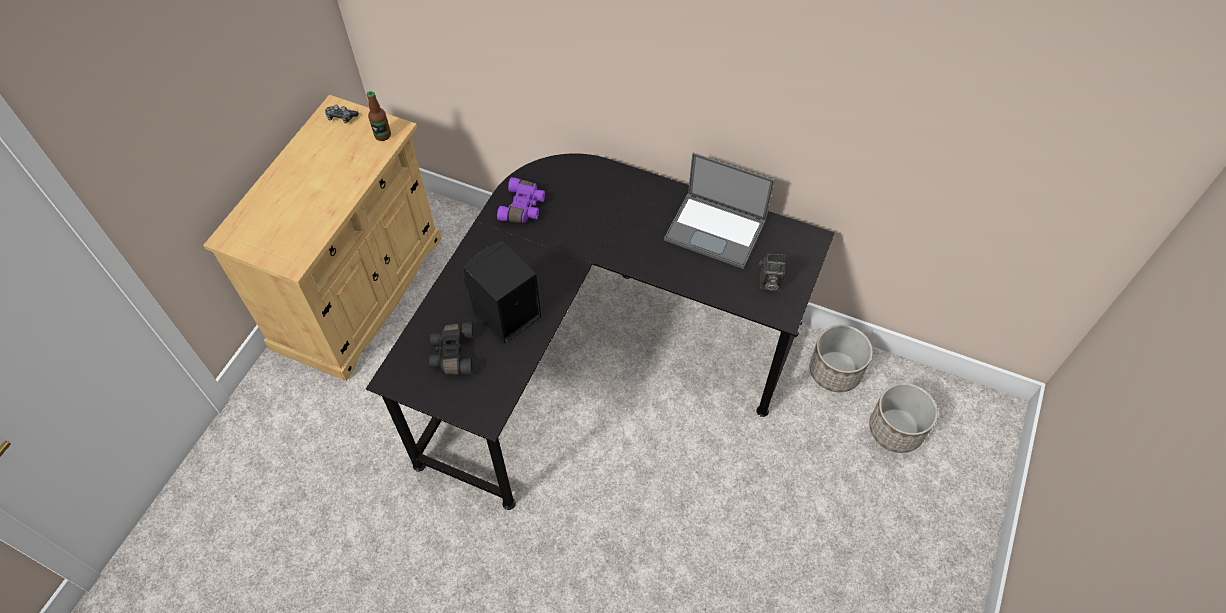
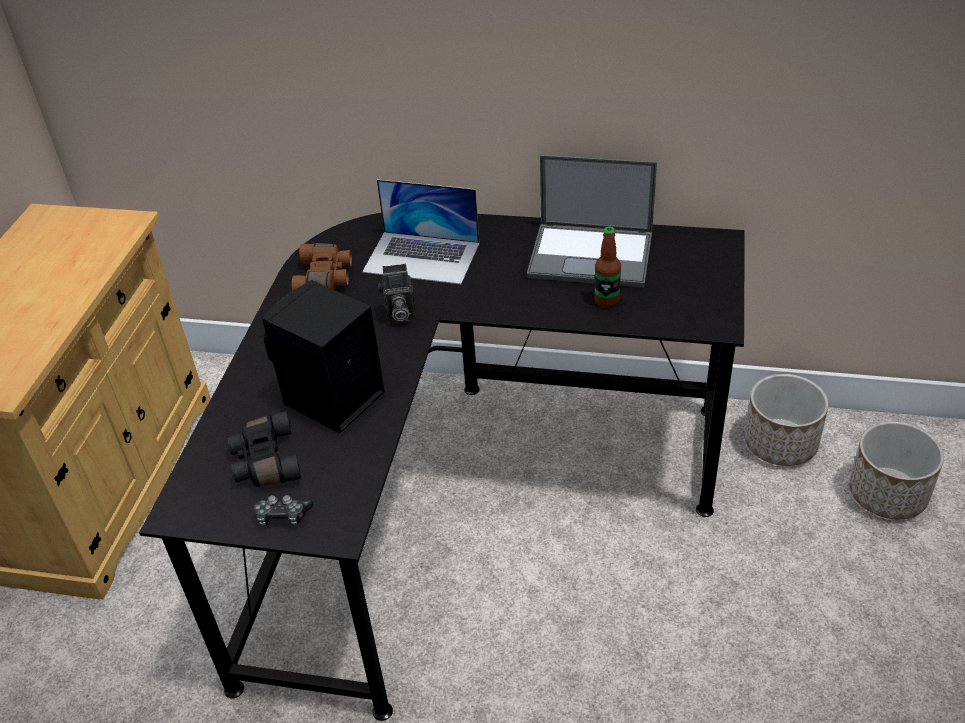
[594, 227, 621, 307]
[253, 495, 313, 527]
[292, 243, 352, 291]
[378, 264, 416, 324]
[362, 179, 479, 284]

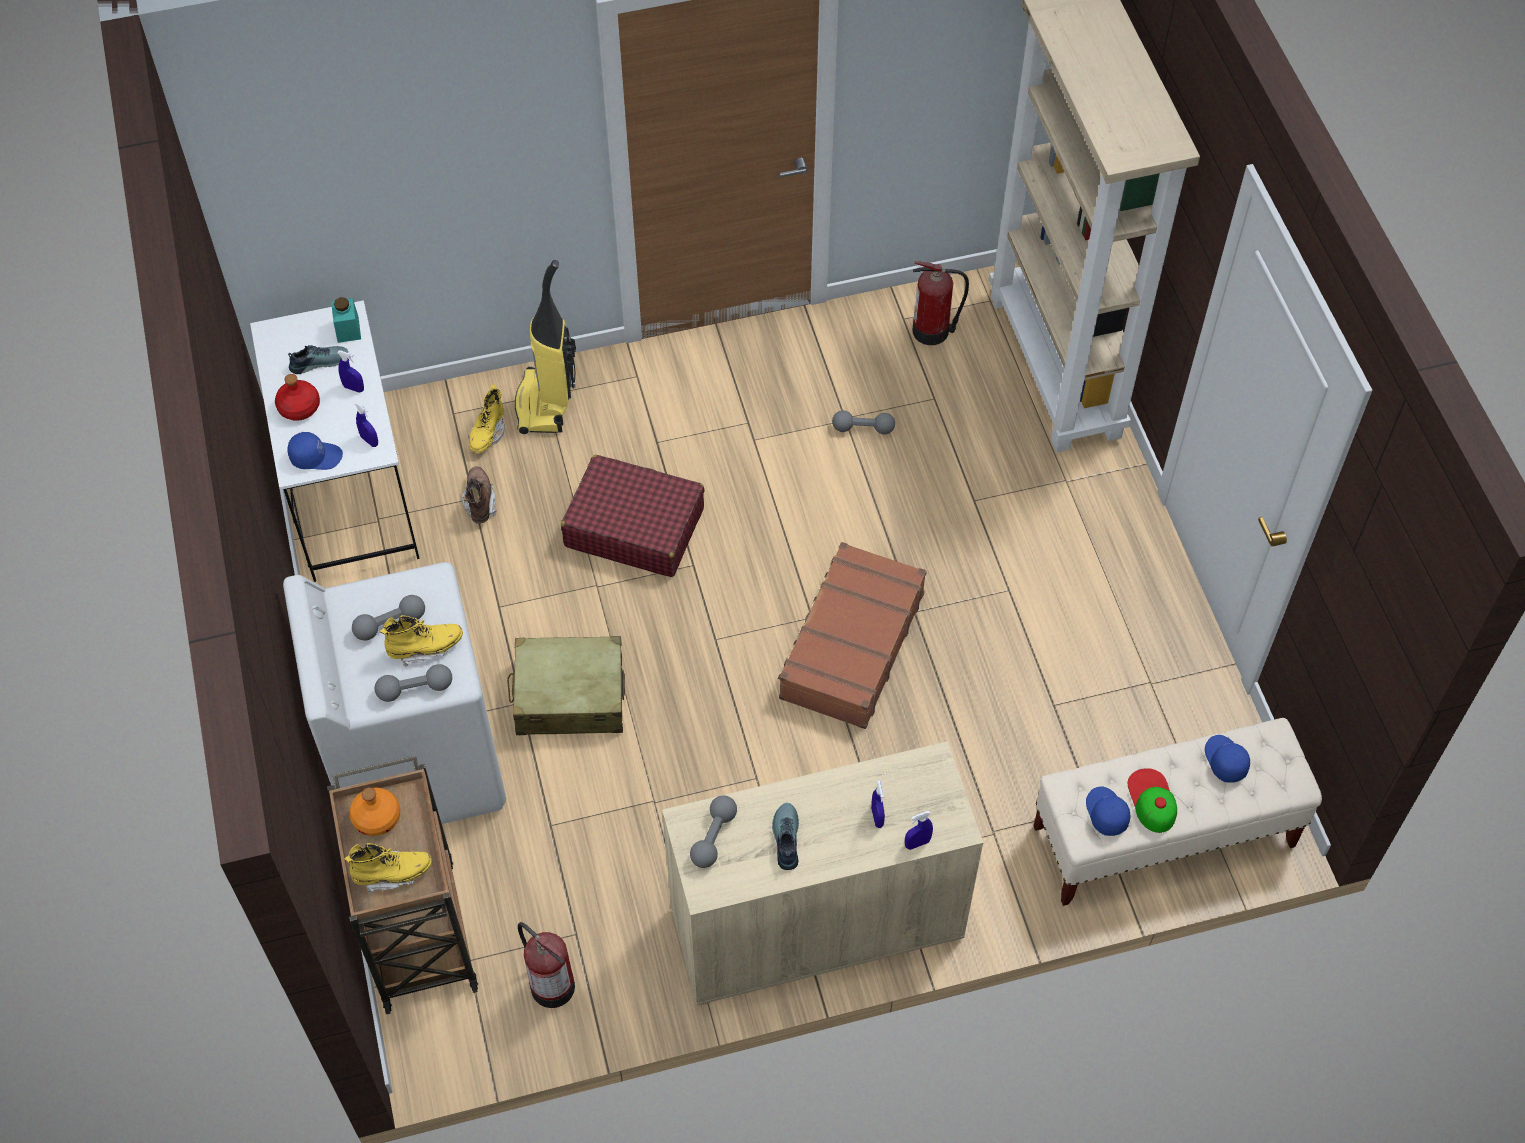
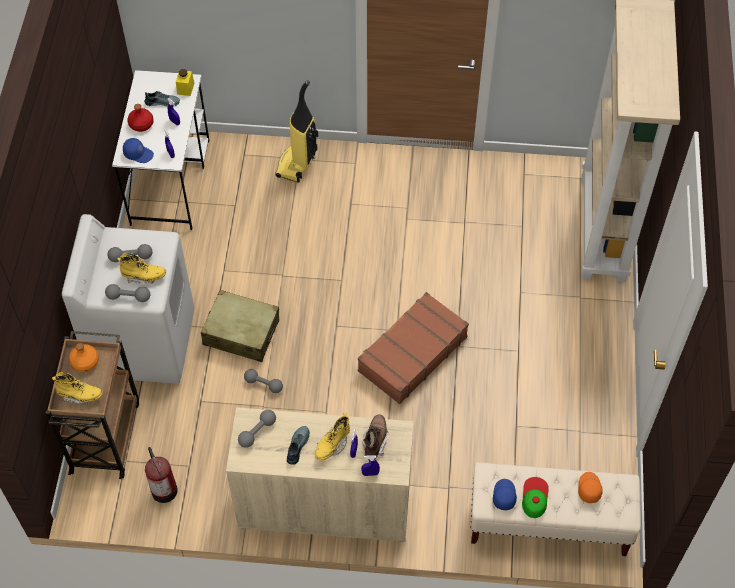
[912, 261, 969, 345] (first image)
[176, 69, 194, 96]
[315, 413, 350, 461]
[244, 369, 283, 393]
[561, 455, 705, 577] (first image)
[362, 414, 388, 459]
[578, 472, 603, 503]

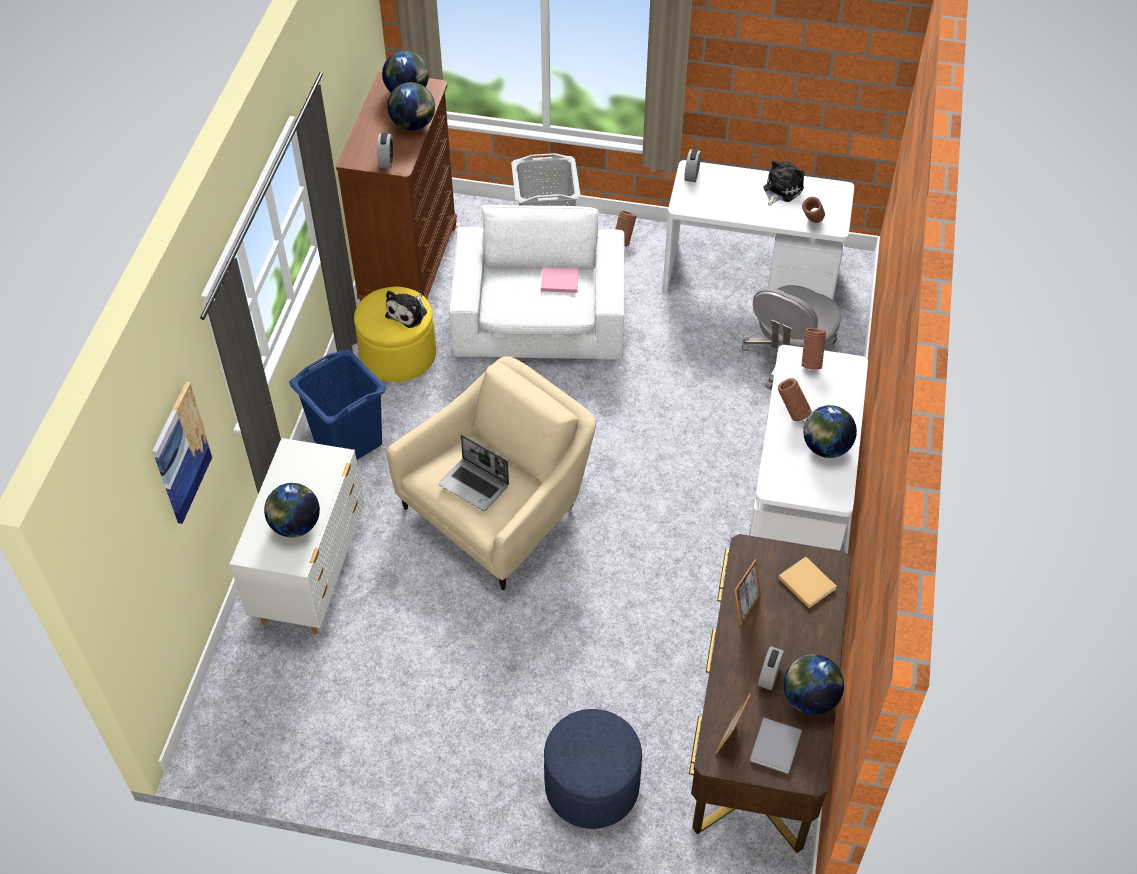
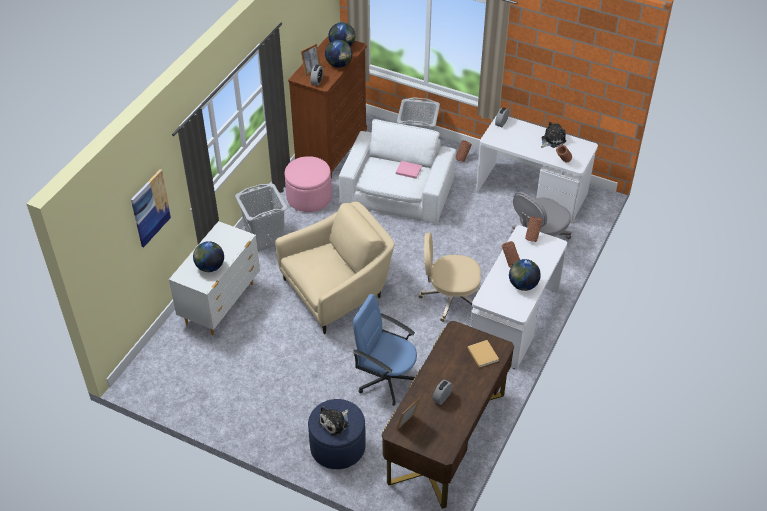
[284, 156, 332, 212]
[318, 407, 348, 436]
[235, 183, 287, 251]
[439, 434, 509, 511] (first image)
[300, 43, 321, 76]
[784, 655, 844, 715] (first image)
[750, 717, 802, 774] (first image)
[418, 233, 481, 322]
[353, 294, 417, 406]

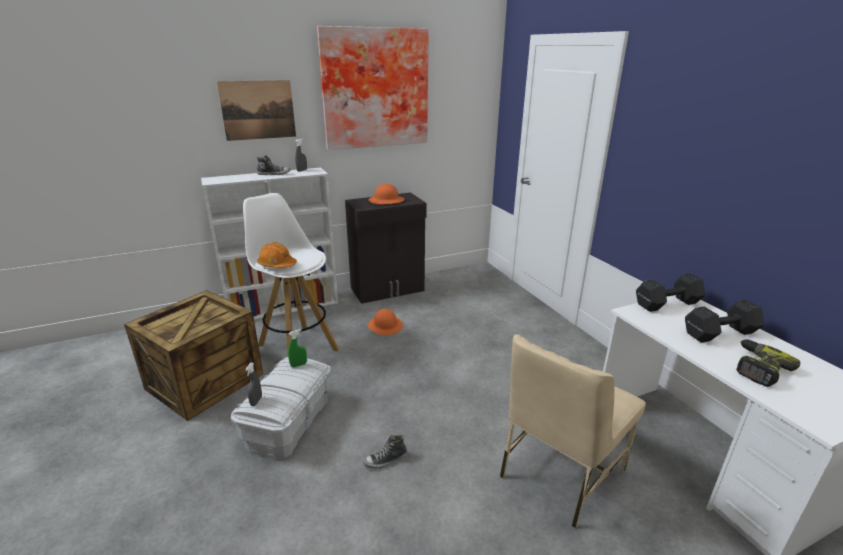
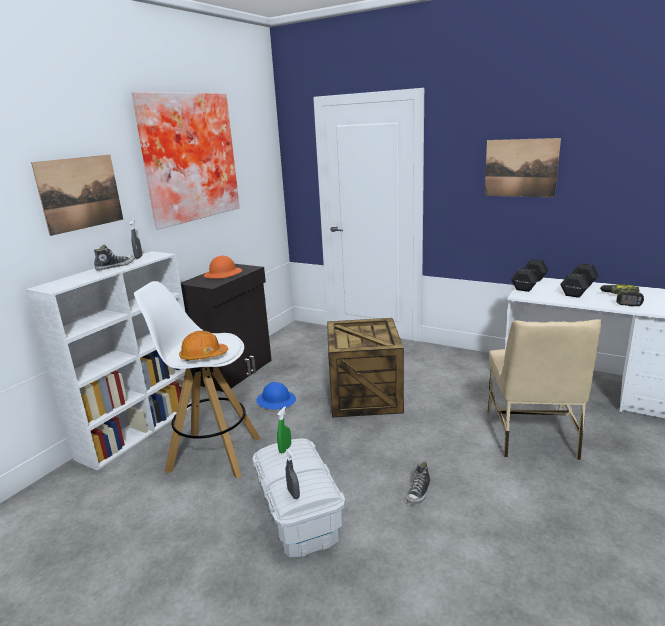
[327, 318, 404, 417]
[257, 382, 296, 410]
[484, 138, 561, 197]

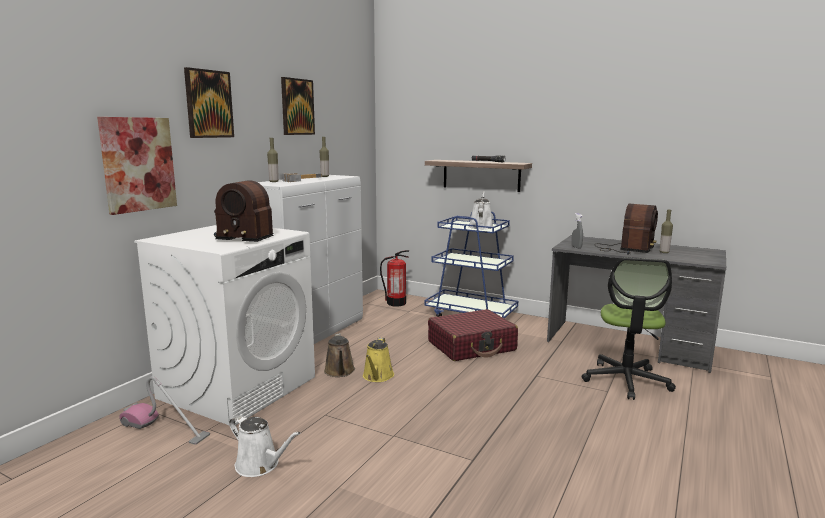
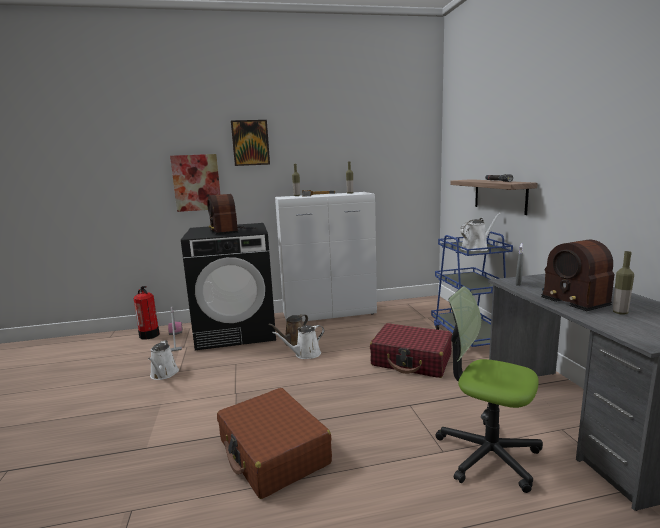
[281, 77, 315, 135] (first image)
[541, 240, 615, 311]
[181, 223, 276, 350]
[133, 286, 160, 340]
[436, 287, 543, 493]
[272, 325, 324, 359]
[217, 388, 332, 499]

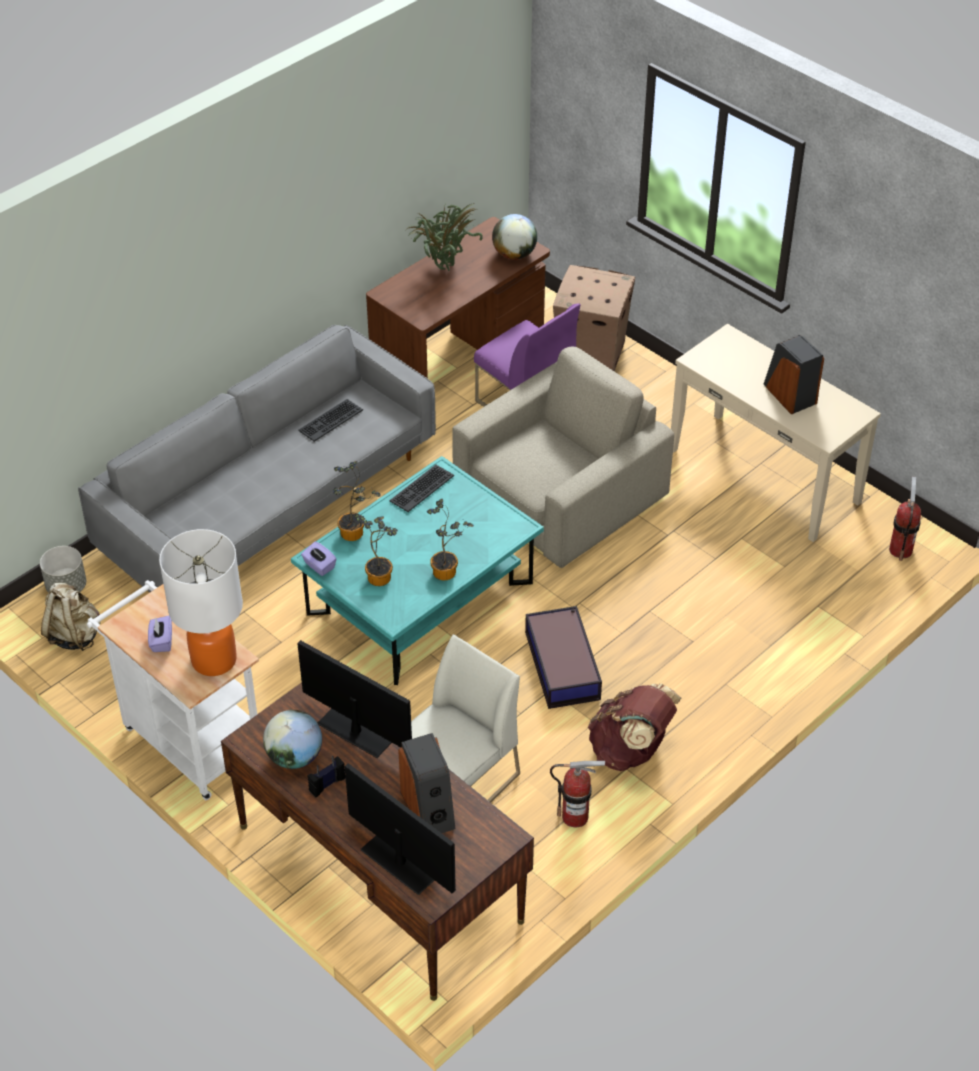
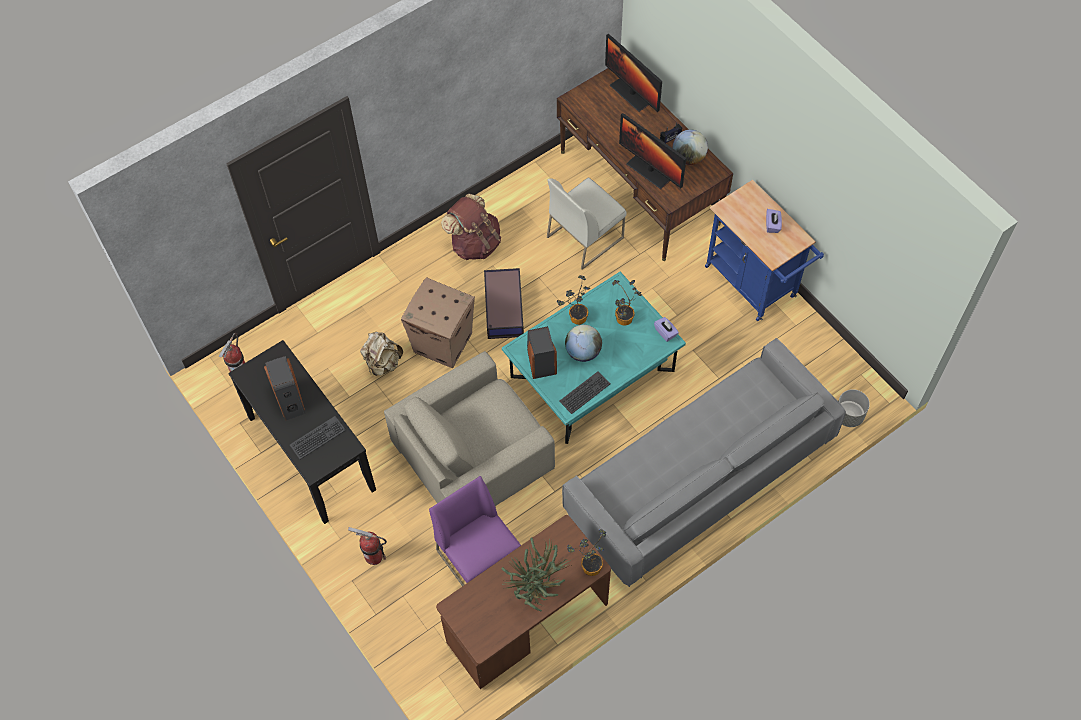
[565, 325, 602, 362]
[401, 277, 475, 368]
[228, 340, 376, 524]
[290, 416, 346, 460]
[567, 529, 606, 576]
[159, 529, 243, 676] (first image)
[705, 180, 824, 321]
[360, 332, 403, 376]
[527, 326, 557, 379]
[348, 527, 387, 565]

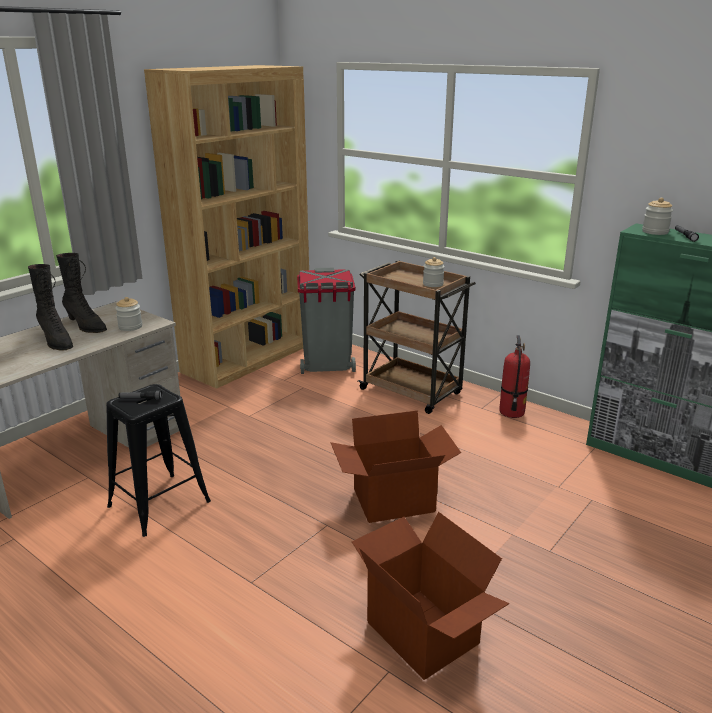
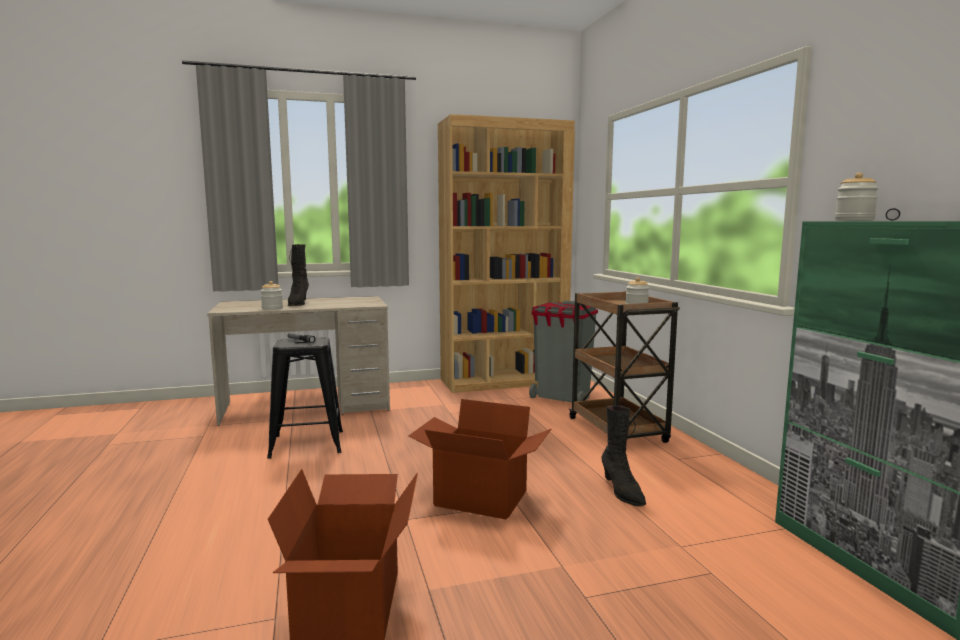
[602, 405, 646, 507]
[261, 281, 283, 310]
[499, 335, 530, 418] (first image)

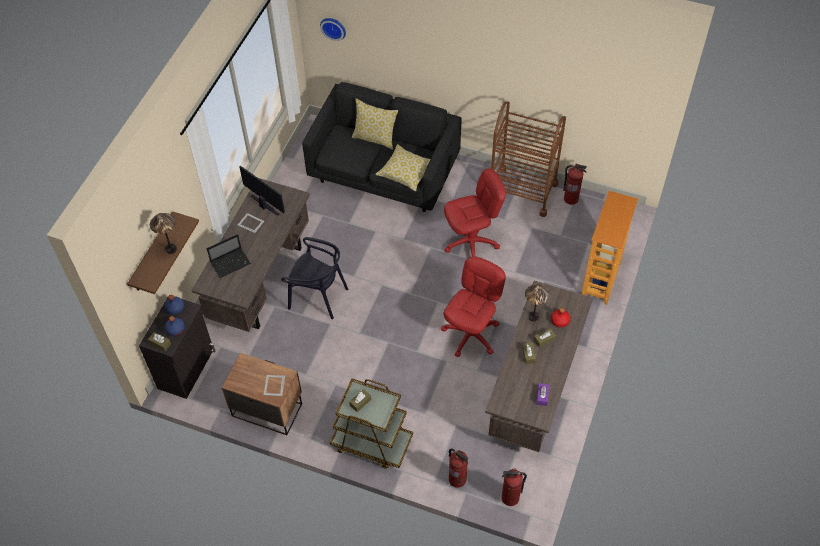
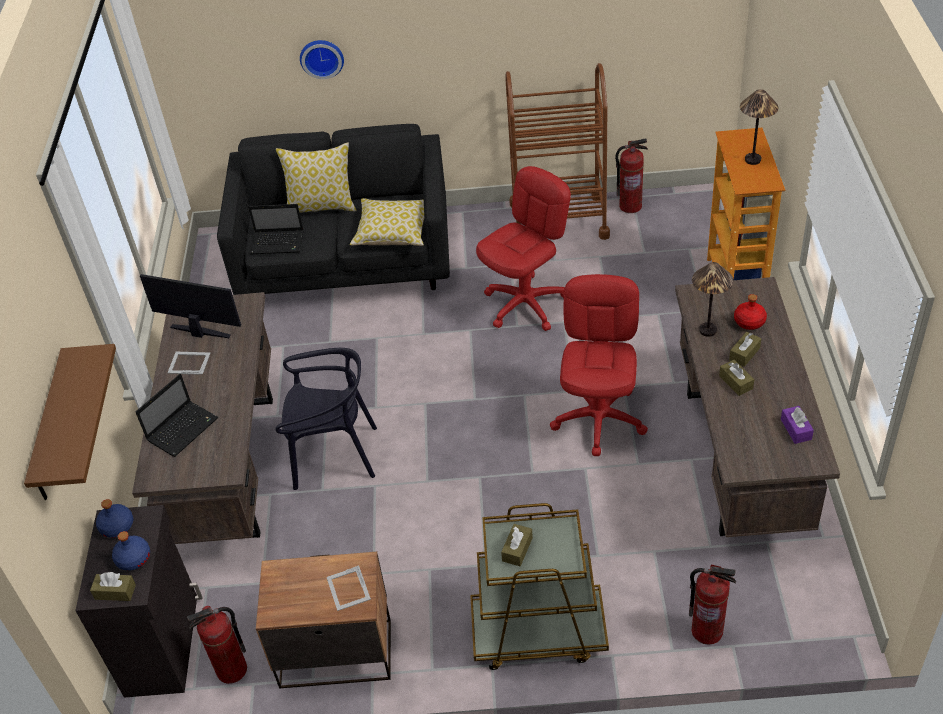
[300, 40, 344, 79]
[740, 89, 778, 165]
[187, 606, 247, 684]
[248, 204, 304, 254]

